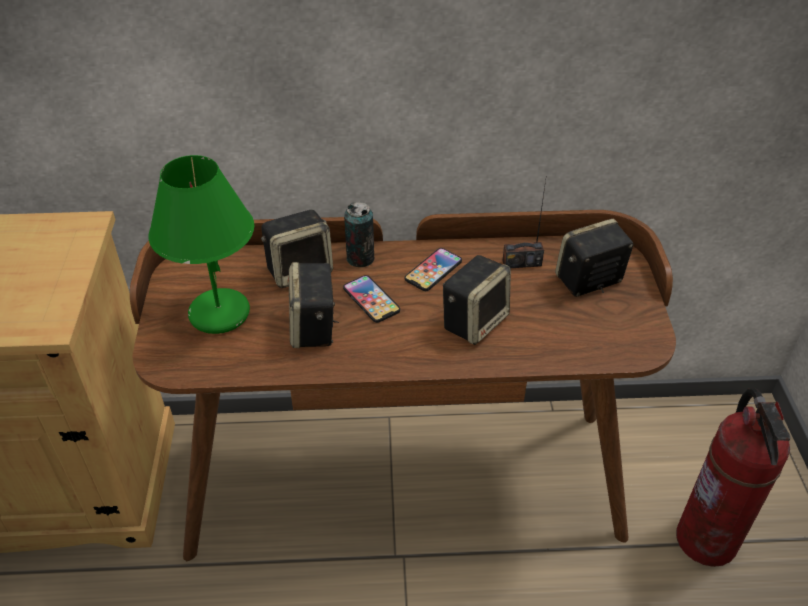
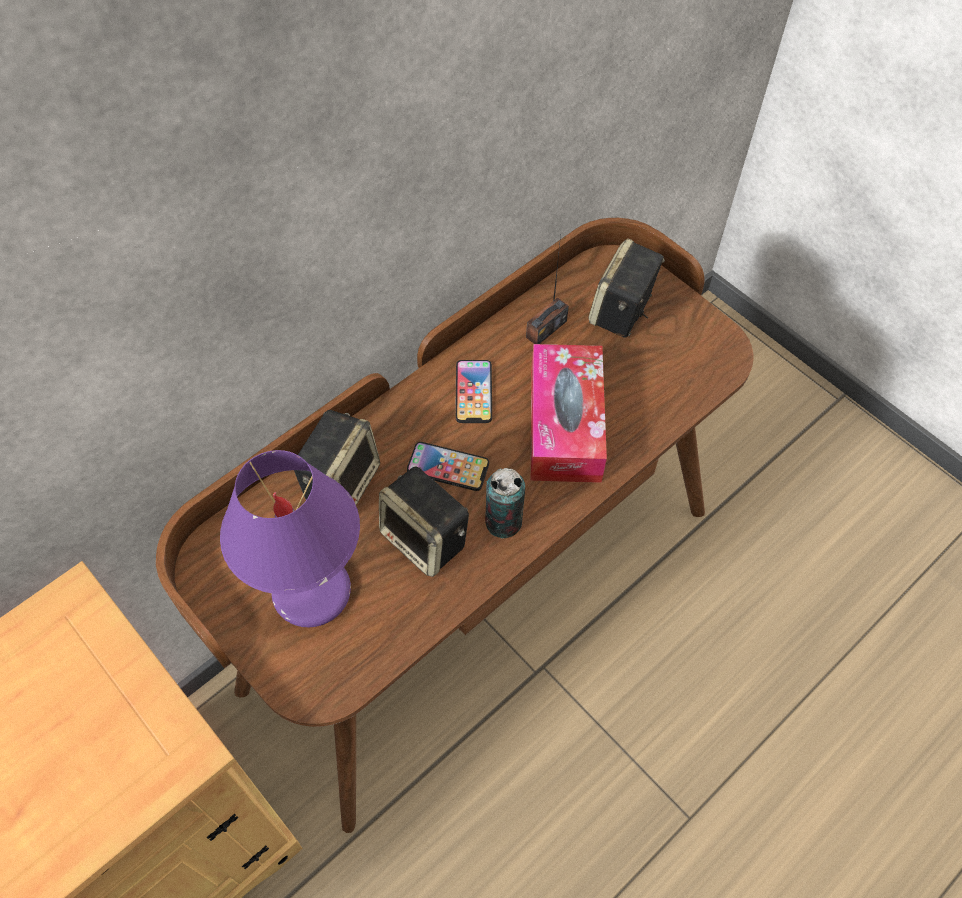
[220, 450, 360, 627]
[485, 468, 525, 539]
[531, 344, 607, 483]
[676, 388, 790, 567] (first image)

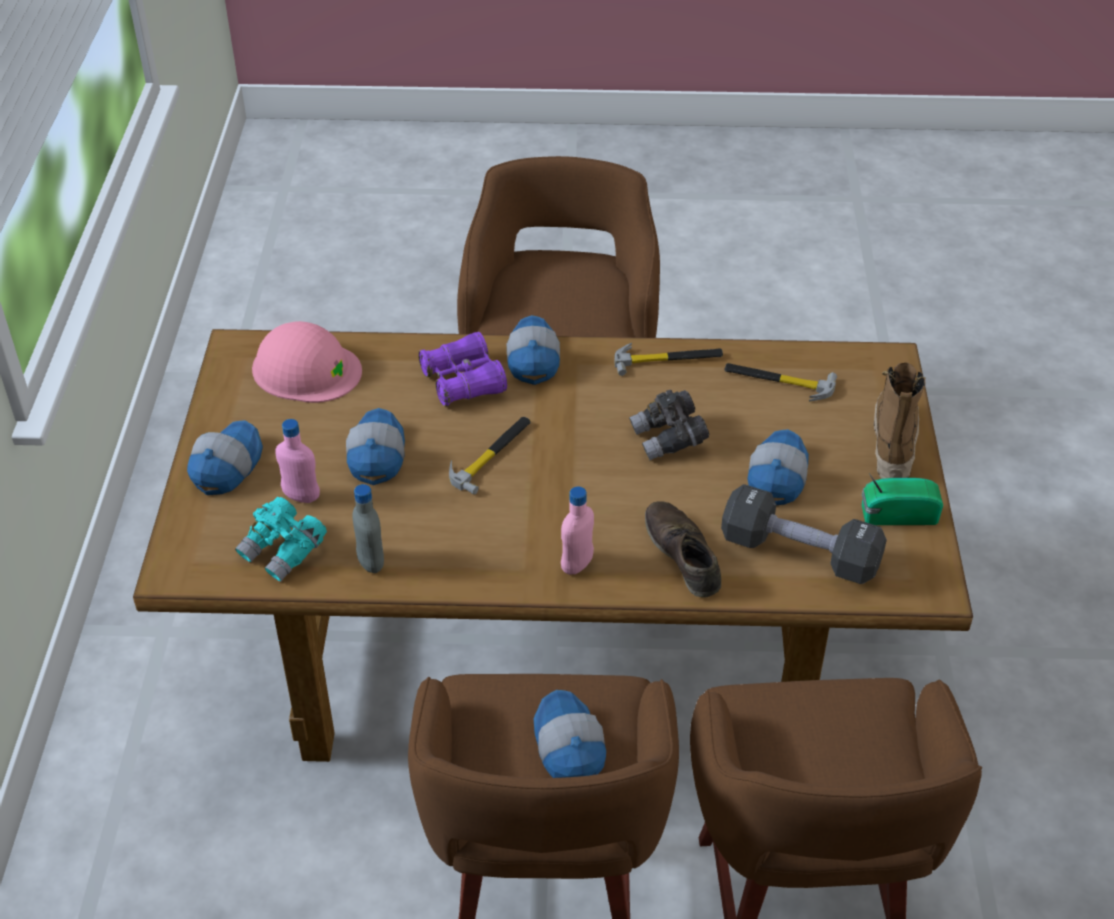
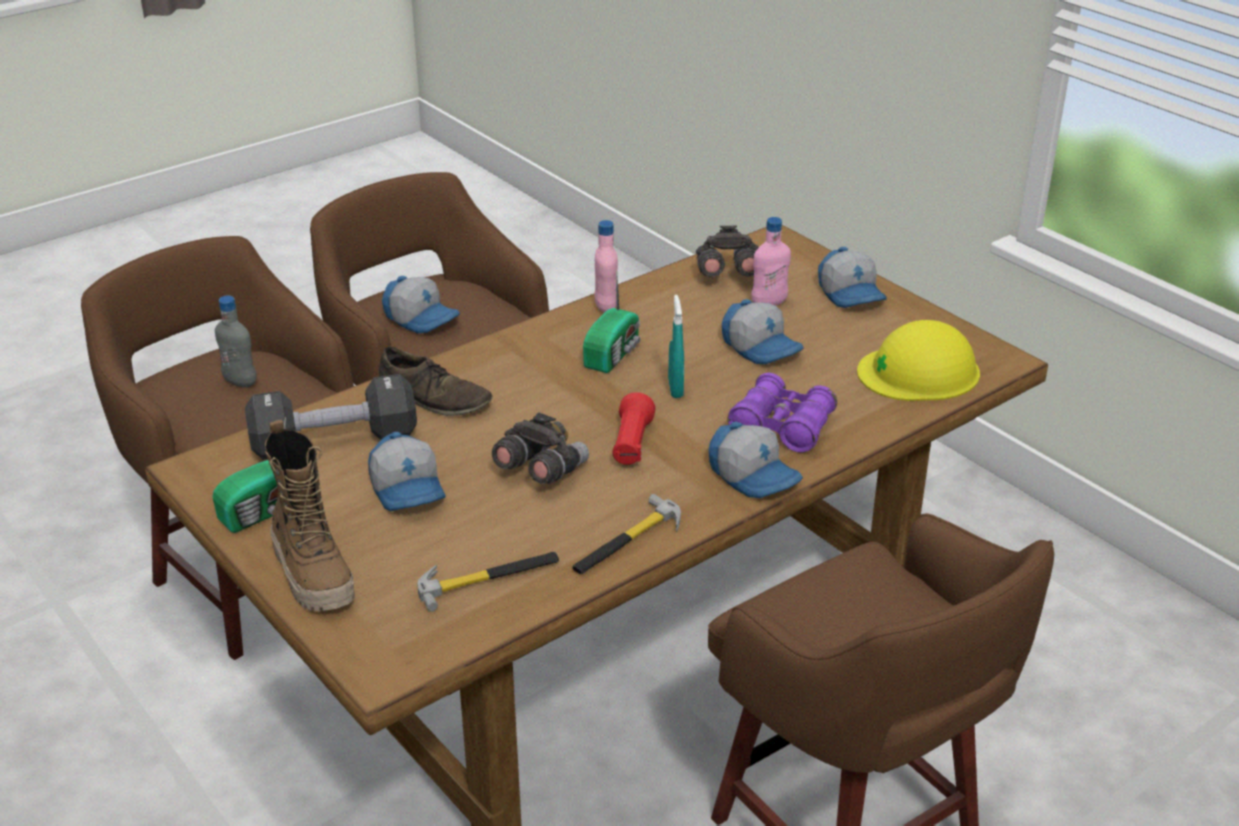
[857, 320, 980, 401]
[668, 295, 684, 398]
[215, 295, 257, 387]
[594, 220, 618, 313]
[696, 226, 759, 277]
[583, 272, 641, 373]
[612, 392, 655, 465]

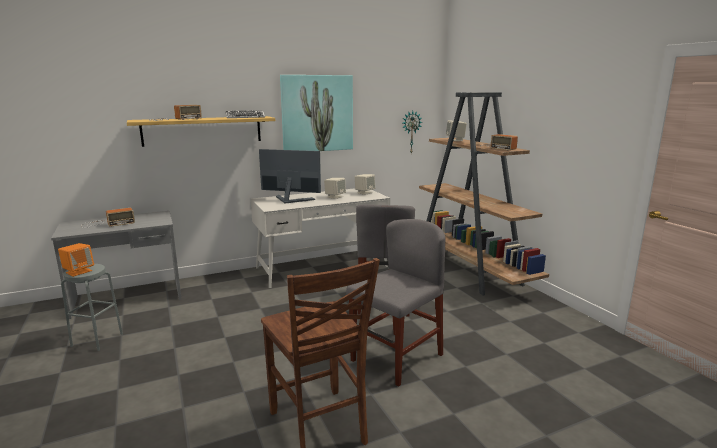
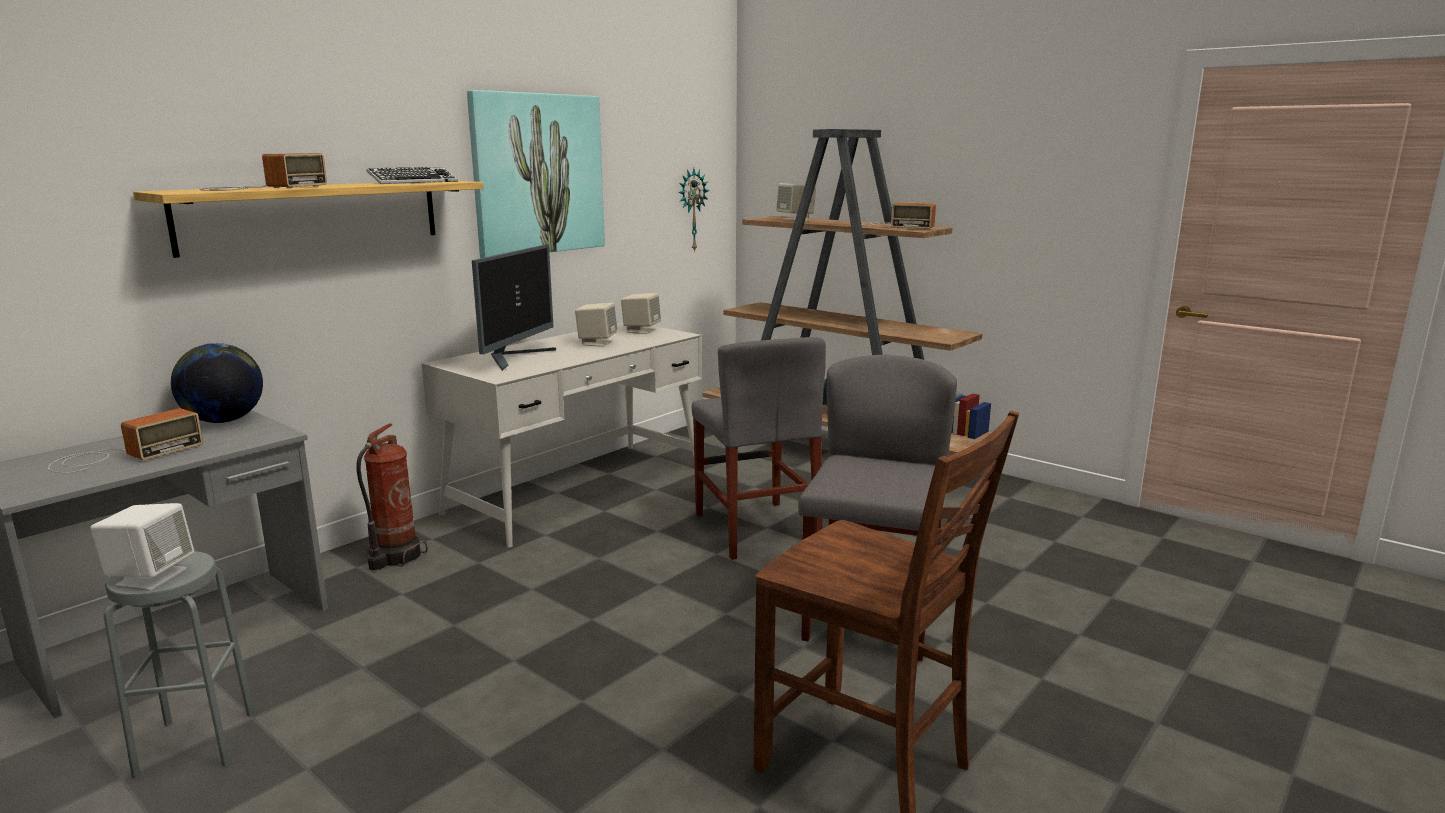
[472, 245, 556, 371]
[90, 503, 194, 591]
[171, 343, 263, 423]
[356, 423, 428, 570]

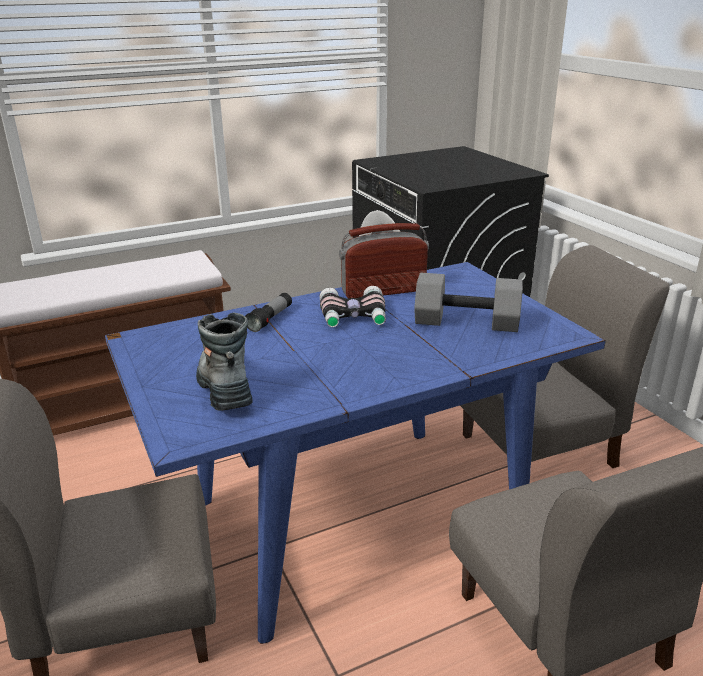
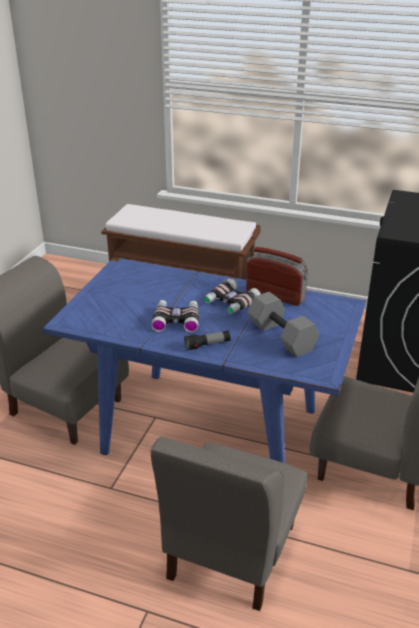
[184, 330, 231, 351]
[196, 313, 253, 411] (first image)
[151, 300, 199, 333]

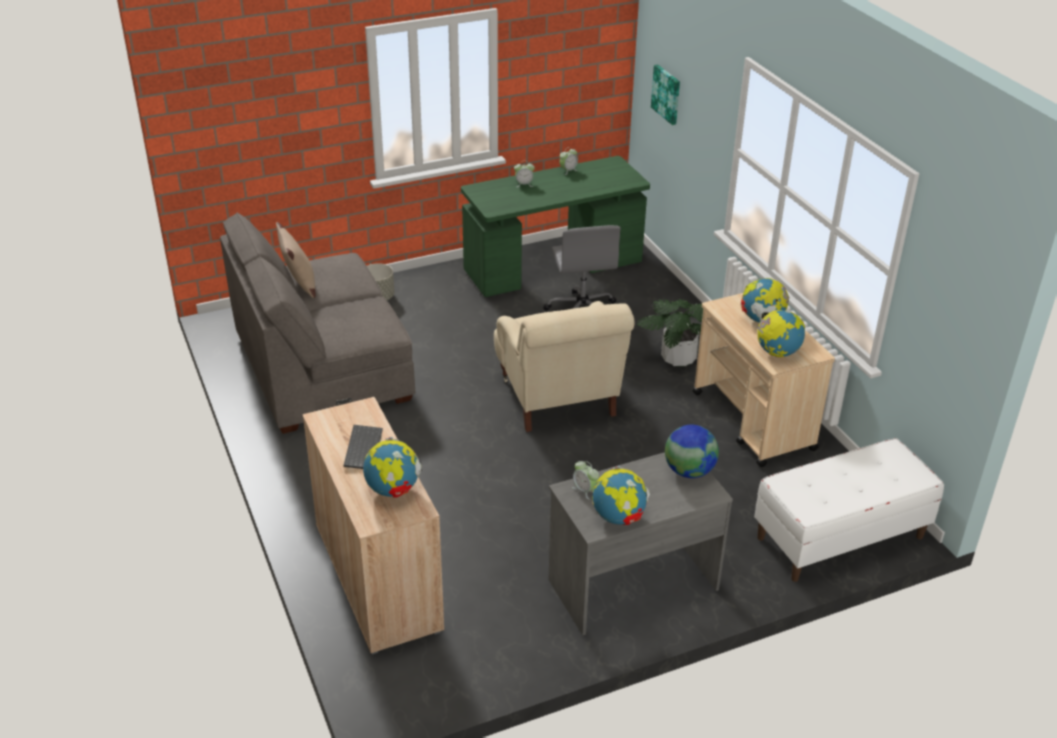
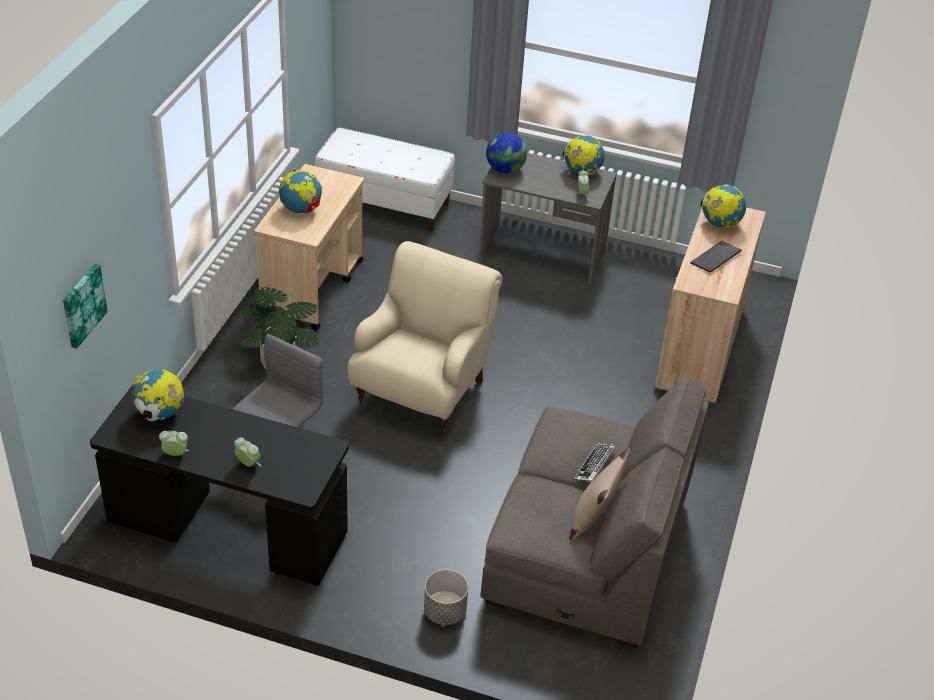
[90, 385, 349, 586]
[132, 369, 184, 421]
[574, 442, 617, 482]

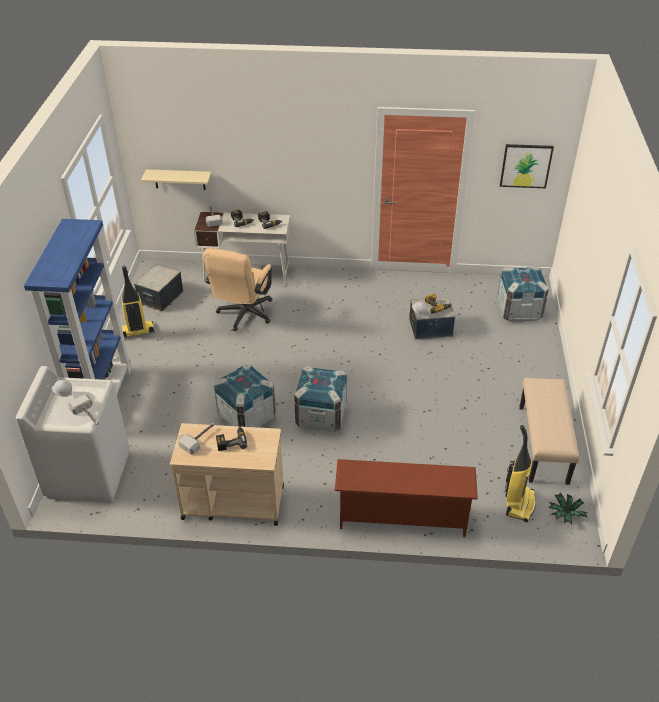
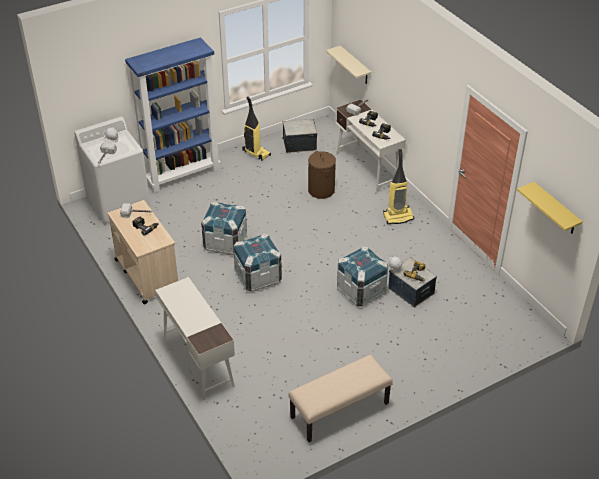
[517, 182, 583, 234]
[308, 151, 336, 199]
[337, 247, 388, 307]
[383, 149, 414, 224]
[155, 277, 235, 400]
[549, 492, 588, 525] (first image)

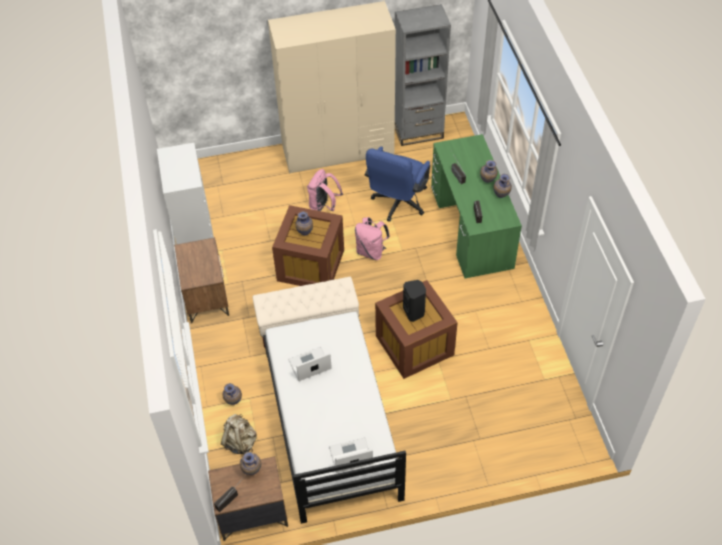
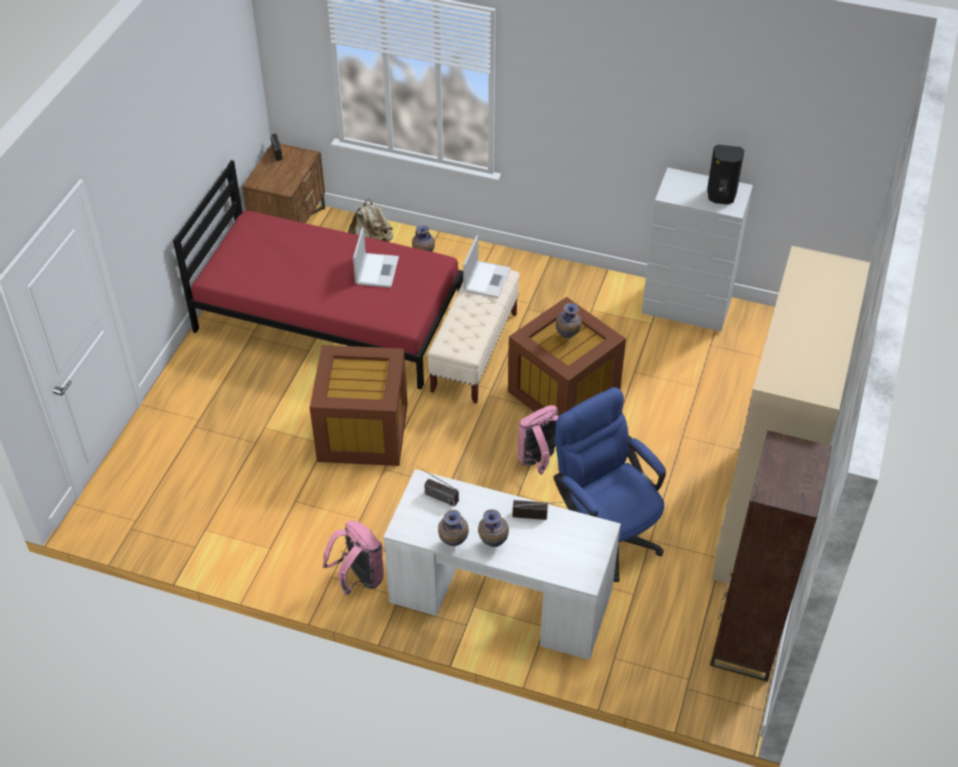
[710, 431, 832, 682]
[383, 469, 621, 660]
[323, 520, 384, 595]
[174, 237, 229, 323] (first image)
[707, 144, 744, 205]
[173, 160, 463, 390]
[463, 235, 511, 298]
[240, 452, 261, 475] (first image)

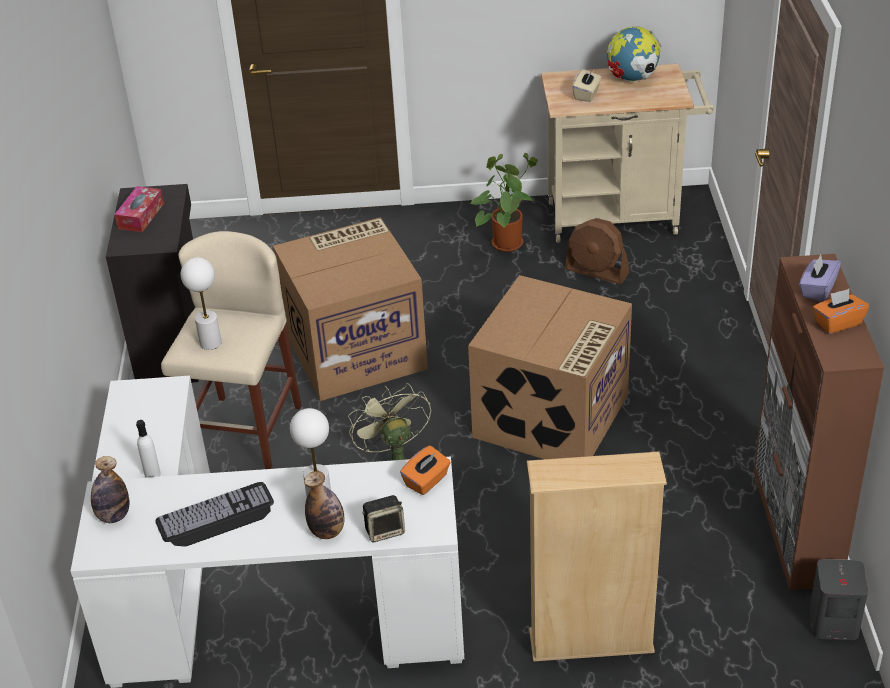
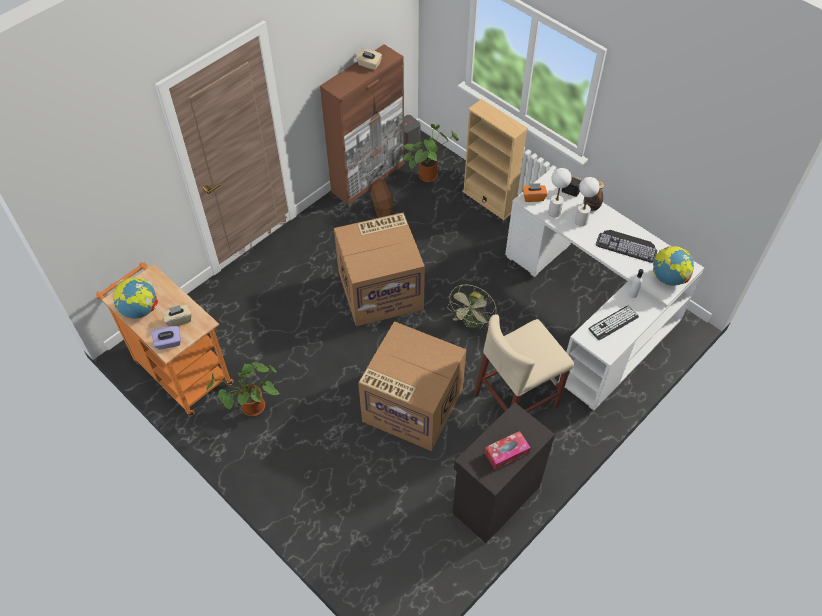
[96, 262, 234, 417]
[370, 179, 395, 218]
[151, 326, 181, 350]
[548, 168, 572, 217]
[356, 48, 382, 70]
[653, 245, 694, 286]
[403, 124, 459, 182]
[589, 306, 639, 340]

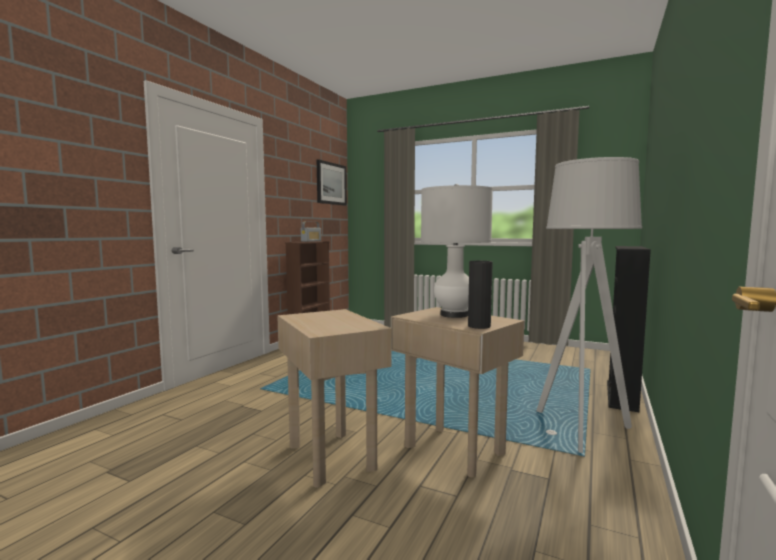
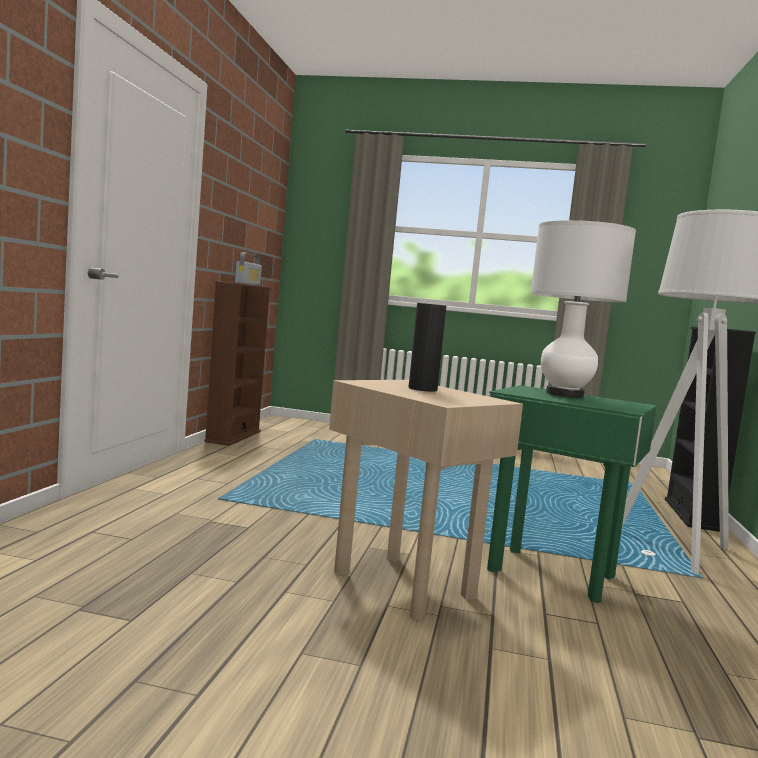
[317, 159, 347, 206] (first image)
[409, 303, 446, 392]
[487, 385, 657, 603]

